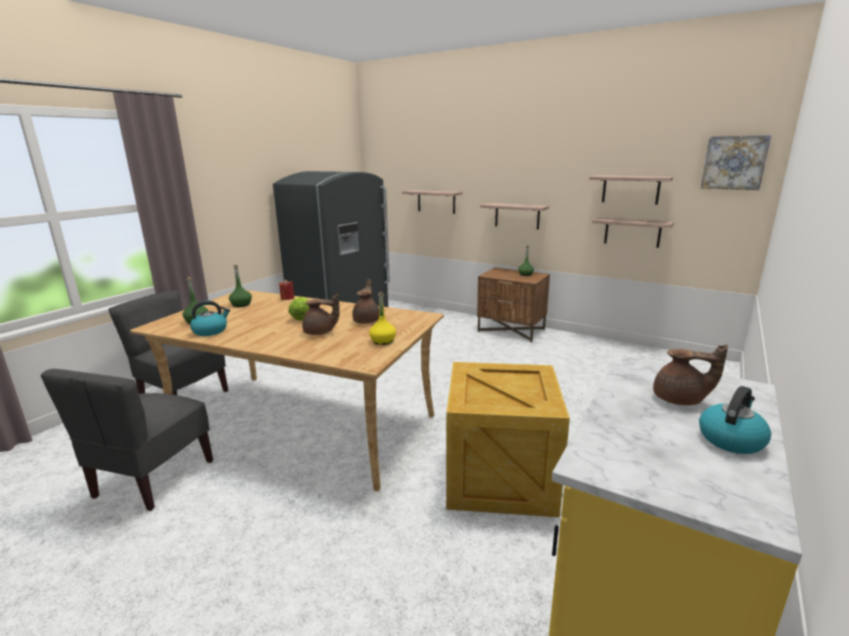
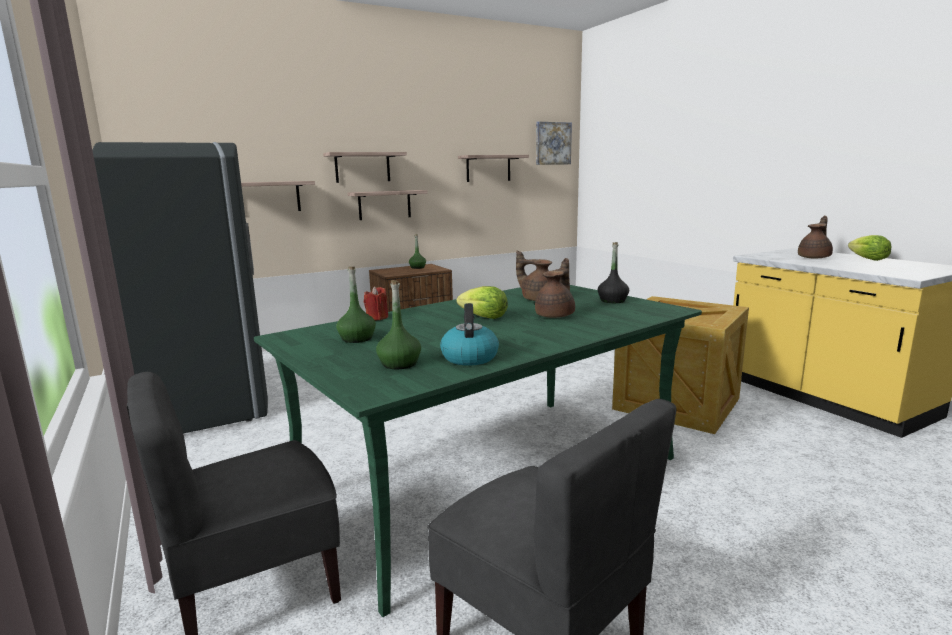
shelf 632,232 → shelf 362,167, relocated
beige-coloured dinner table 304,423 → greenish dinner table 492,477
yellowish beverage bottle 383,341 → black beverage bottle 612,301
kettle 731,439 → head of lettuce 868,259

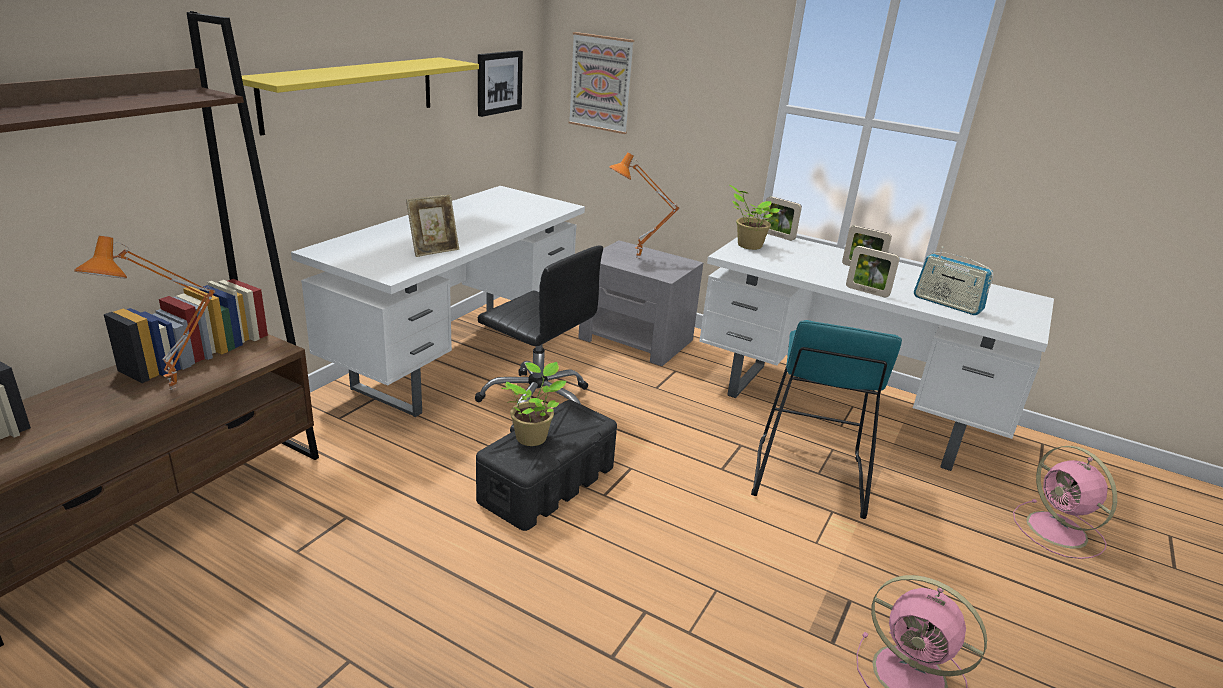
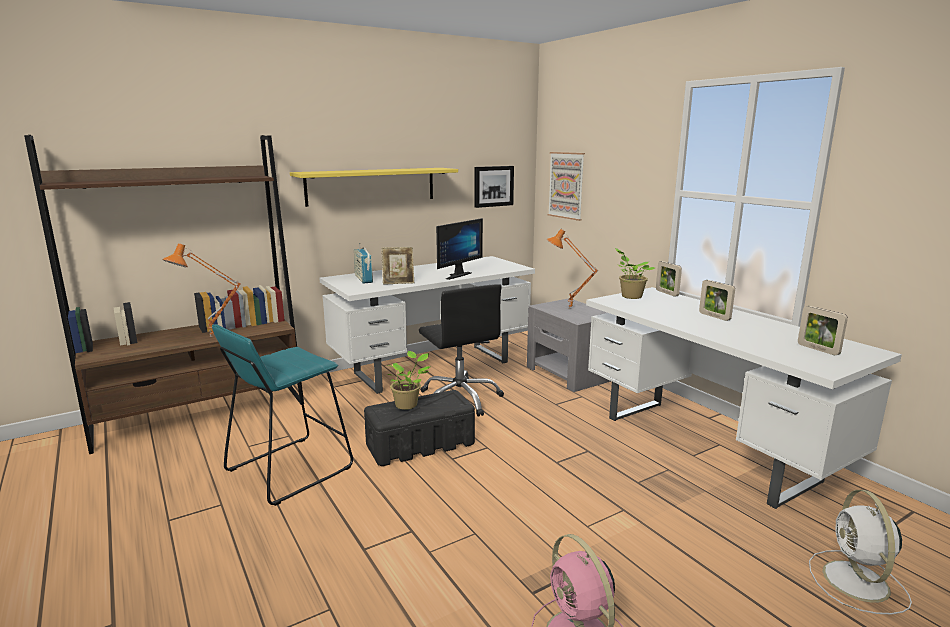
photo frame 867,291 → photo frame 818,349, relocated
radio 947,304 → radio 363,279, relocated
turquoise-coloured stool 807,476 → turquoise-coloured stool 289,469, relocated
pinkish cooling fan 1059,531 → whitish cooling fan 857,583
- → computer display 455,275

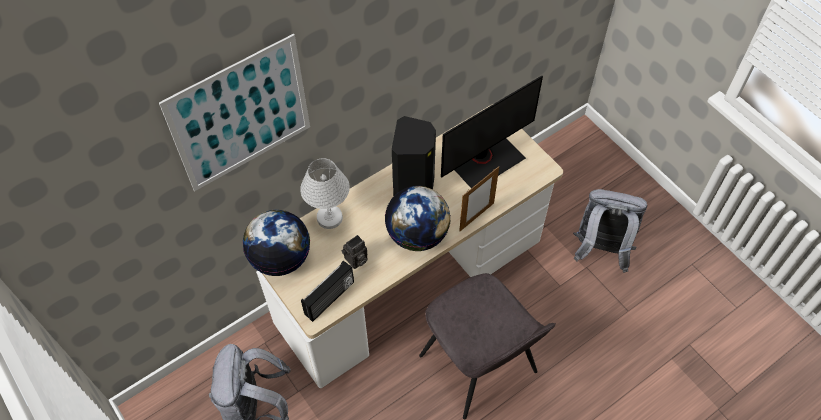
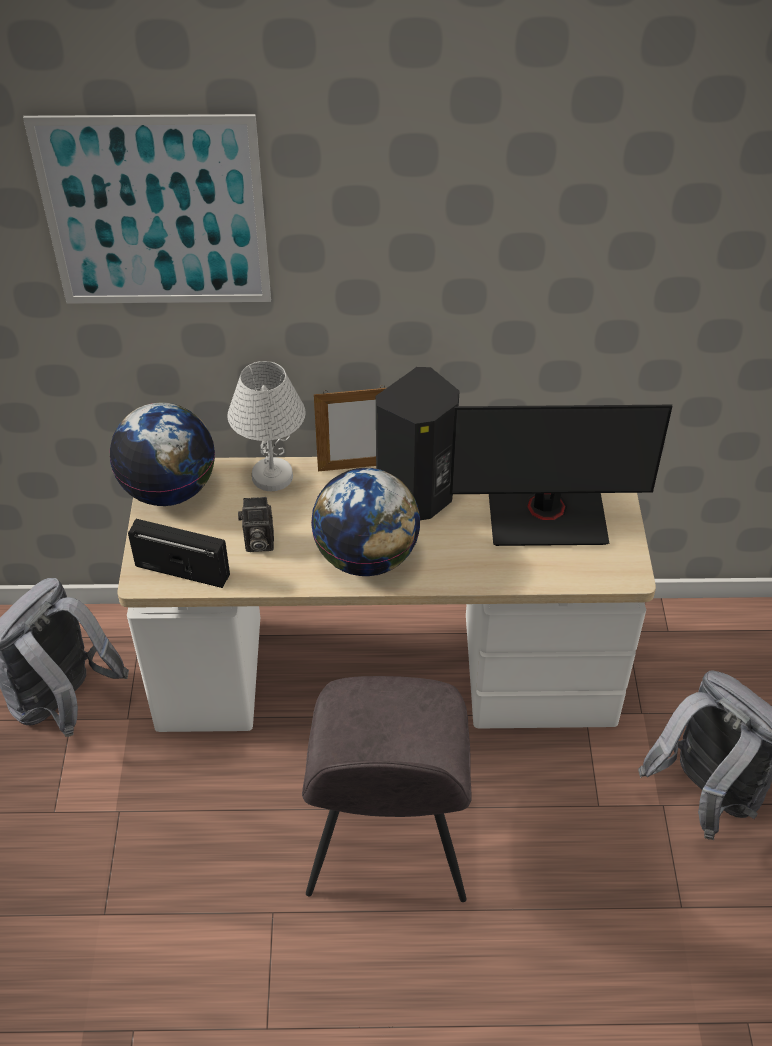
photo frame 476,217 → photo frame 356,467, relocated
radio 330,299 → radio 183,569, 150 degrees counterclockwise

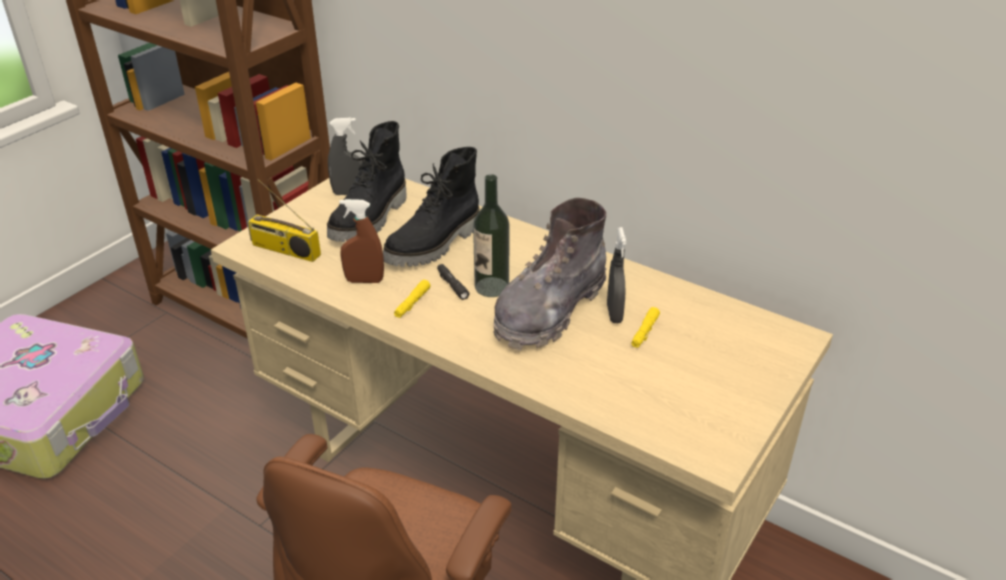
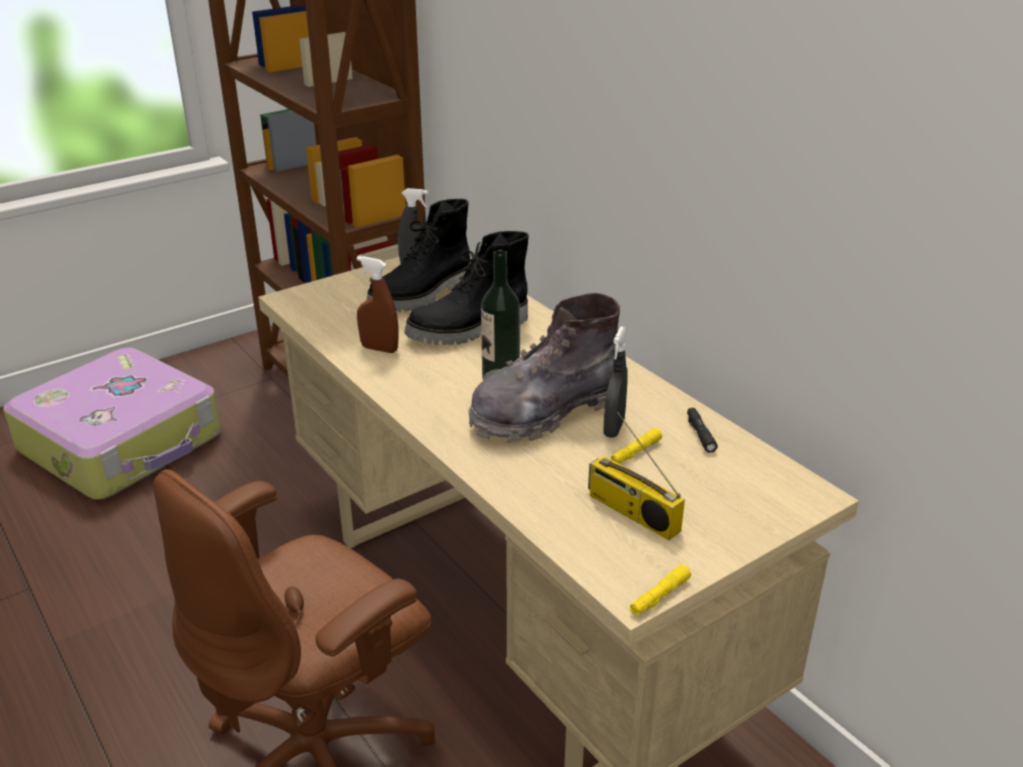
radio 284,250 → radio 631,512, relocated
black flashlight 452,285 → black flashlight 700,434, relocated
yellowish flashlight 412,303 → yellowish flashlight 659,596, relocated

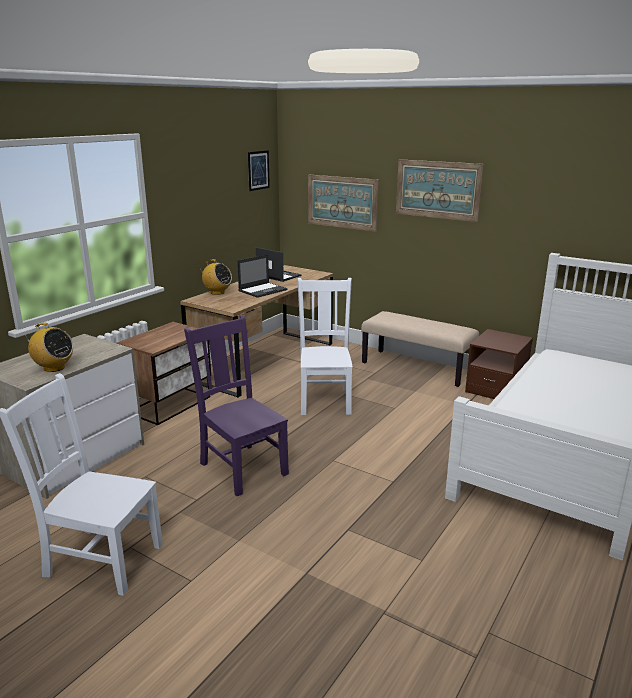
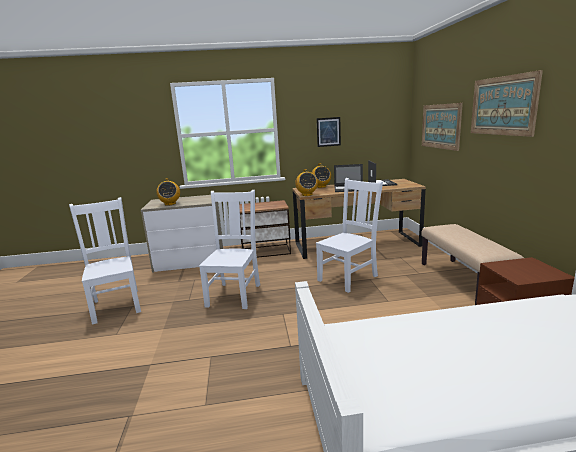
wall art 258,170 → wall art 328,132, relocated
purple-coloured upright chair 242,467 → whitish upright chair 235,294
- → radio 307,194

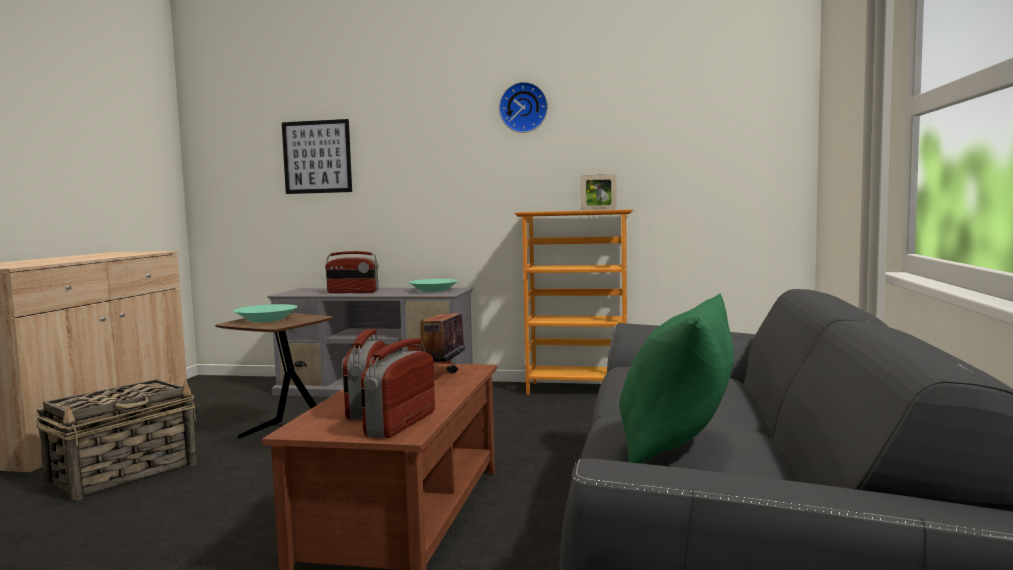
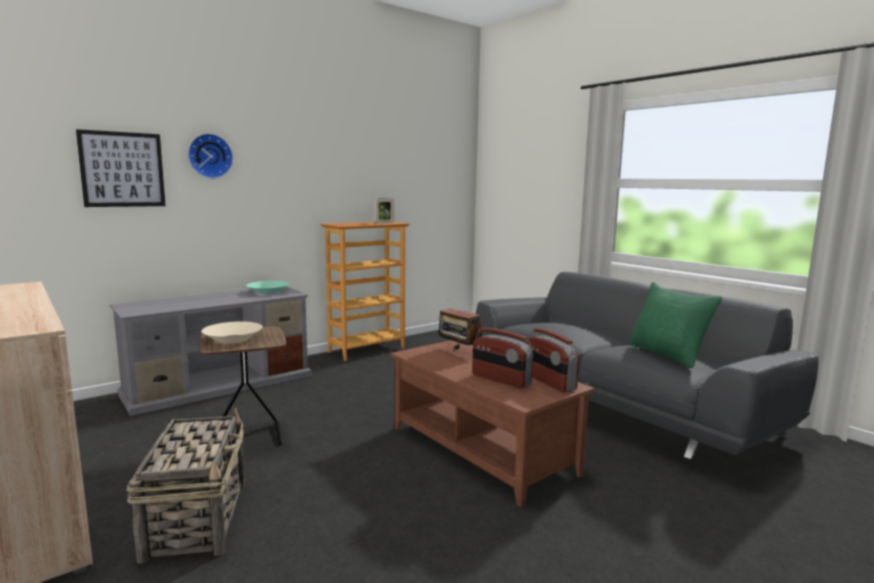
clock on the wall 523,107 → clock on the wall 209,156, relocated
radio 352,292 → -
turquoise-coloured bowl 266,319 → beige-coloured bowl 233,338

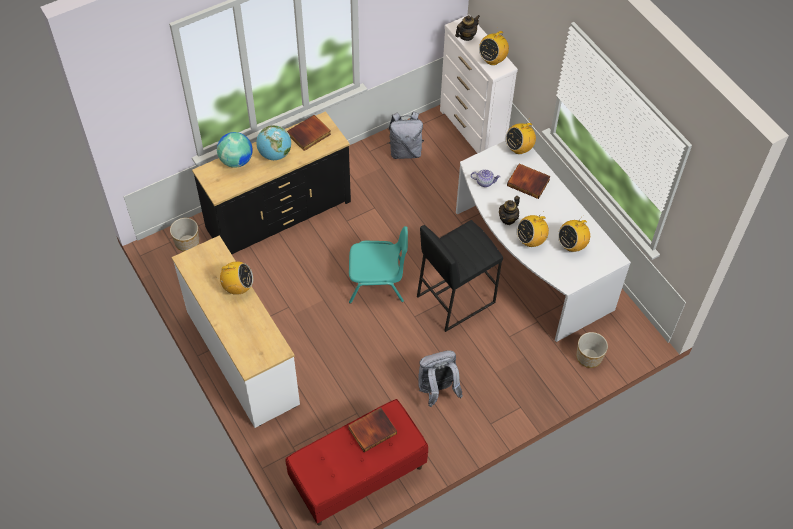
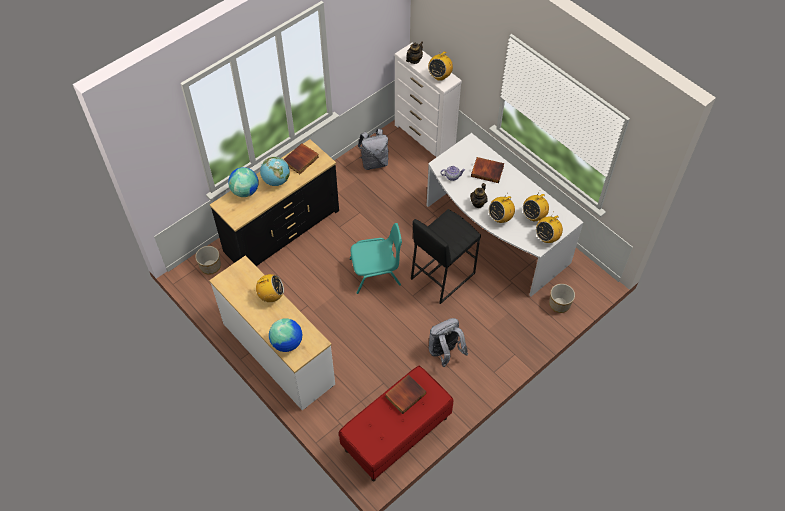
radio 519,148 → radio 547,237, relocated
- → desk globe 287,343

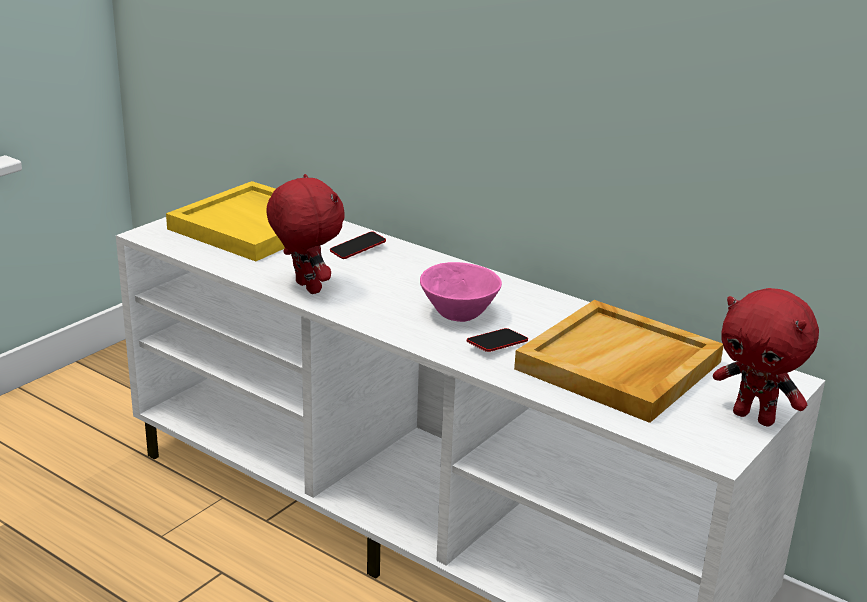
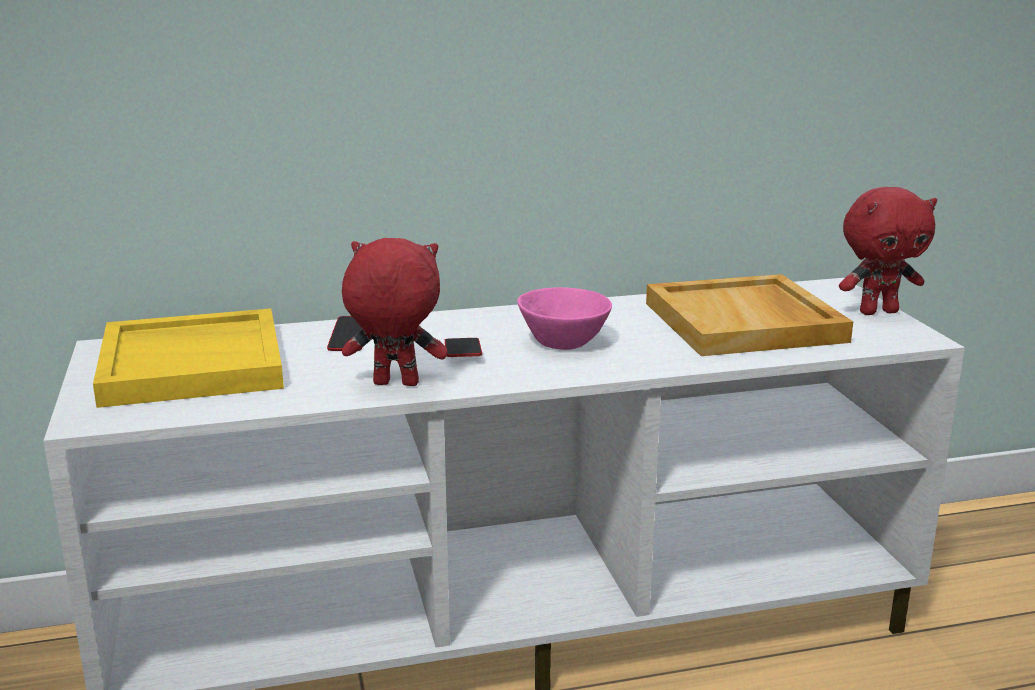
phone 497,344 → phone 462,352, relocated

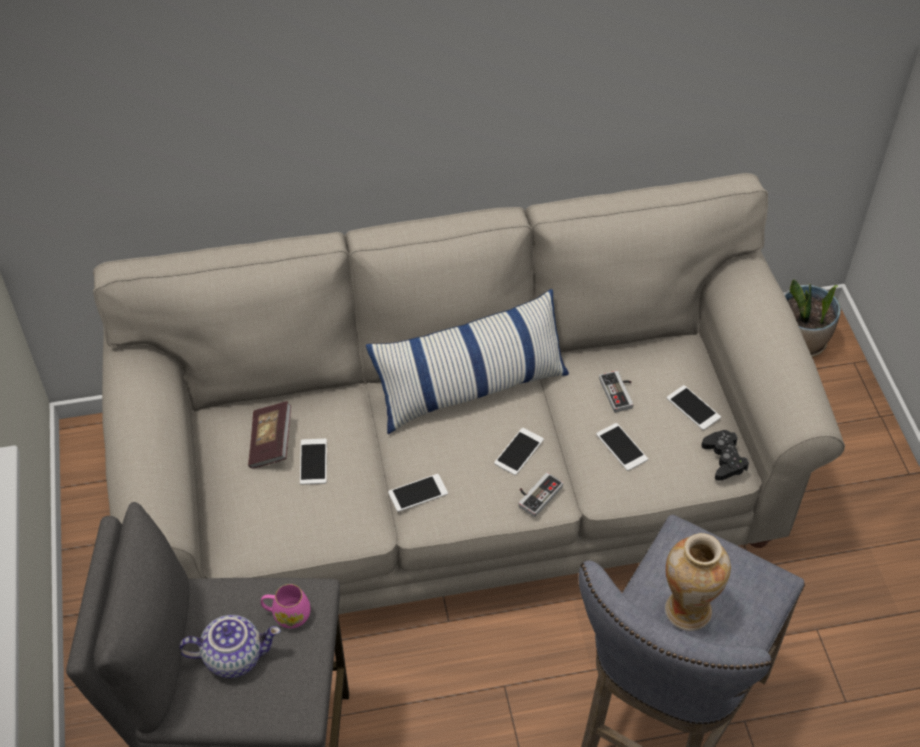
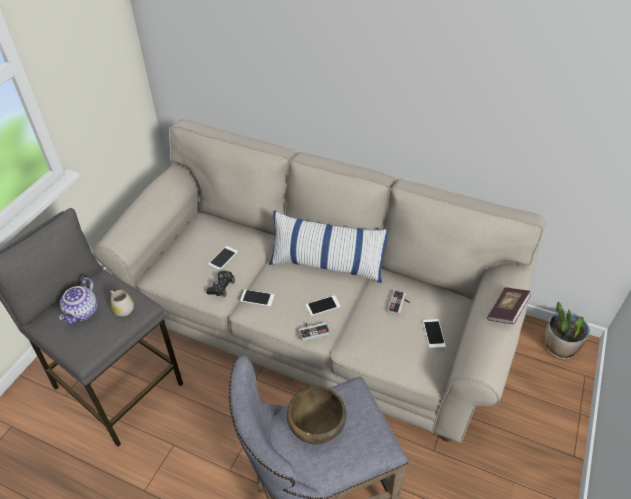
volume 271,443 → volume 506,311, relocated
phone 621,447 → -
black gamepad 724,459 → black gamepad 221,286, relocated
vase 687,610 → brown bowl 315,430
pinkish coffee mug 287,614 → whitish coffee mug 122,308
pot for tea 234,655 → pot for tea 83,312, 75 degrees clockwise

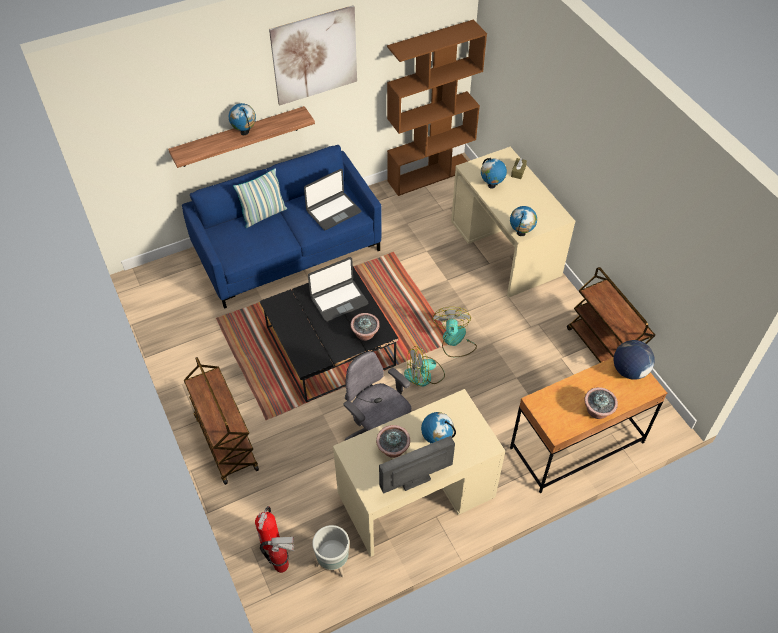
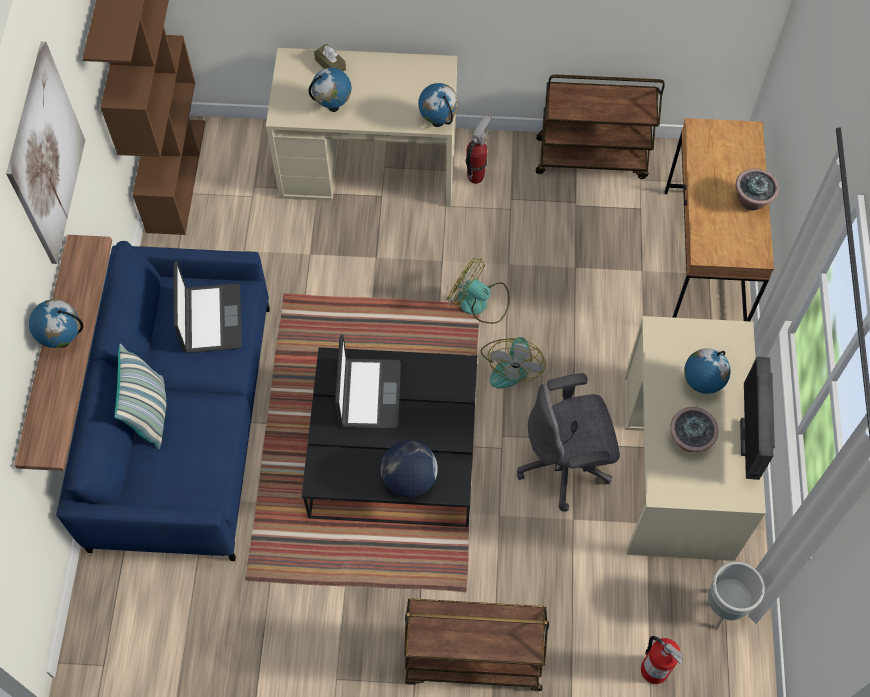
plant in a pot 365,334 → -
desk globe 629,370 → desk globe 409,479, relocated
fire extinguisher 282,566 → fire extinguisher 476,177, relocated

